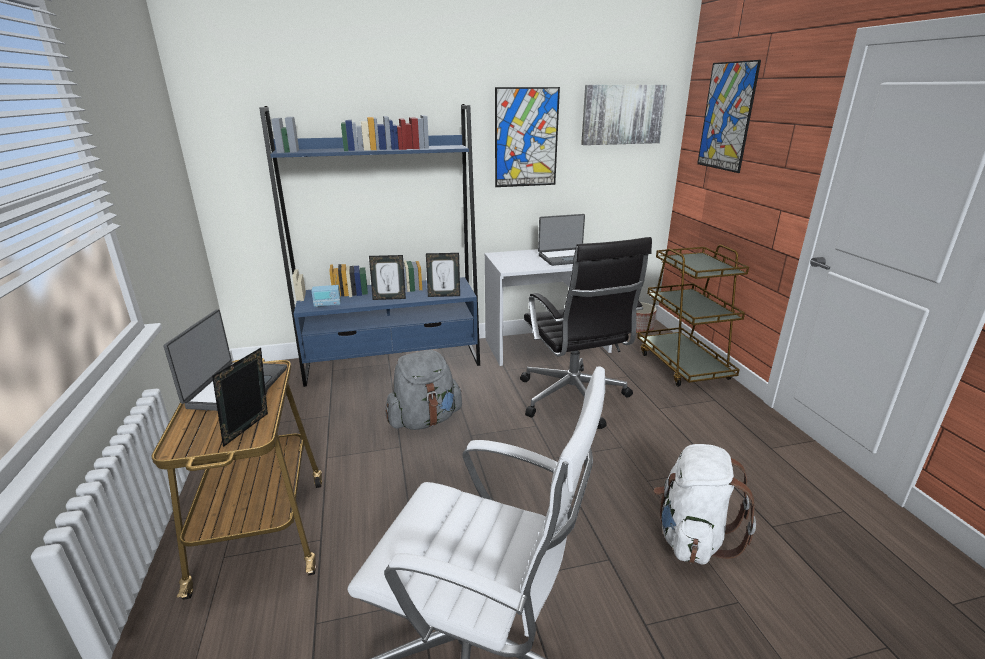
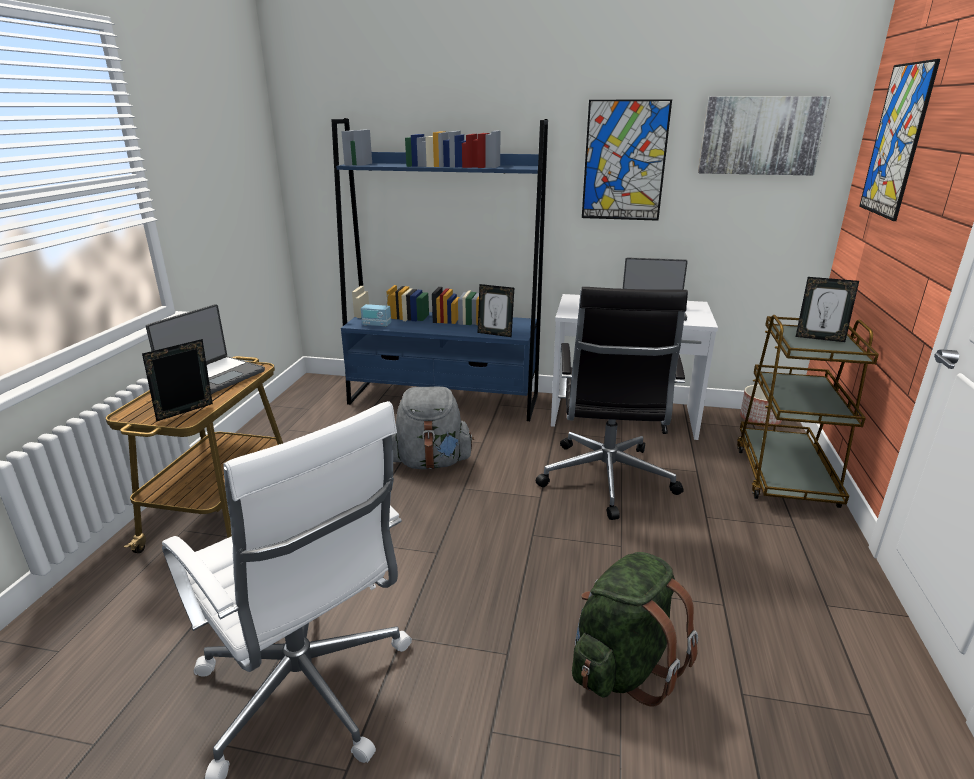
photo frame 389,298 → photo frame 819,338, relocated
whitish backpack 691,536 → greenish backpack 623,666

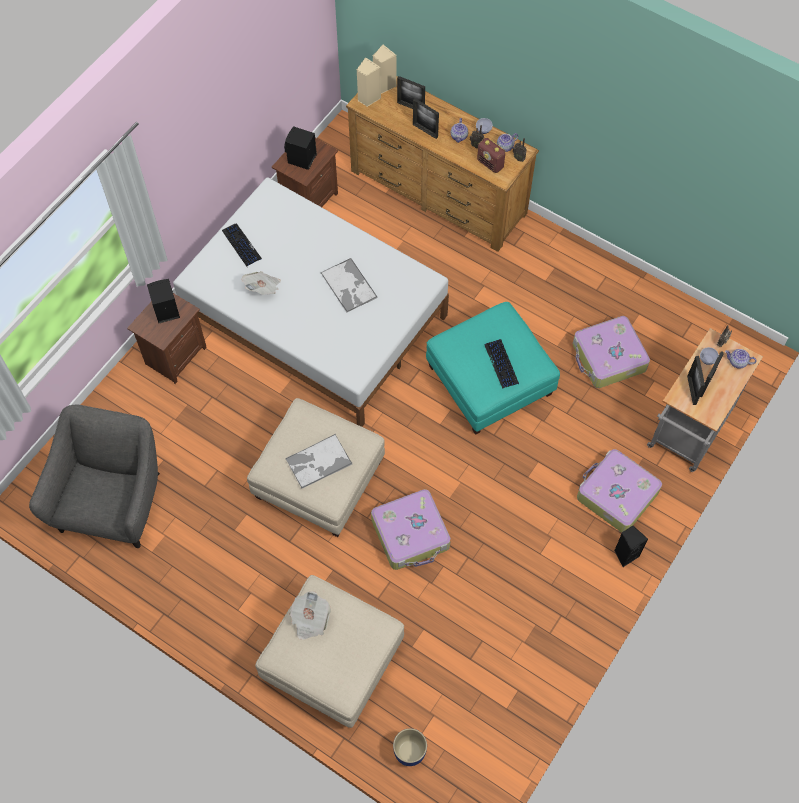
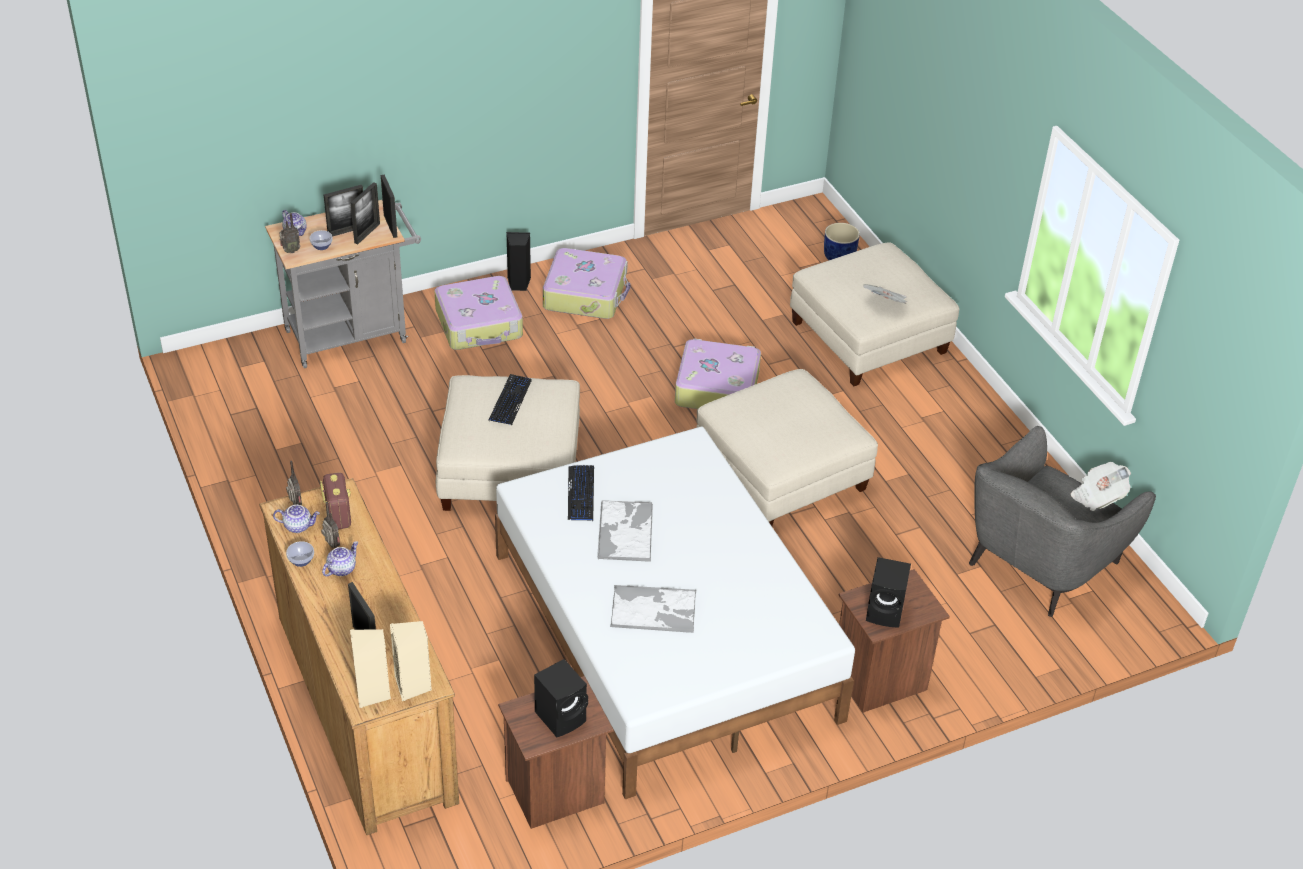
photo frame 425,131 → photo frame 390,226, relocated
PC keyboard 241,245 → PC keyboard 581,494, relocated
daily paper 263,288 → daily paper 1098,496, relocated
turquoise-coloured footrest 490,380 → beige-coloured footrest 509,470
travel case 608,358 → travel case 586,294, relocated
tray 318,462 → tray 654,610, relocated

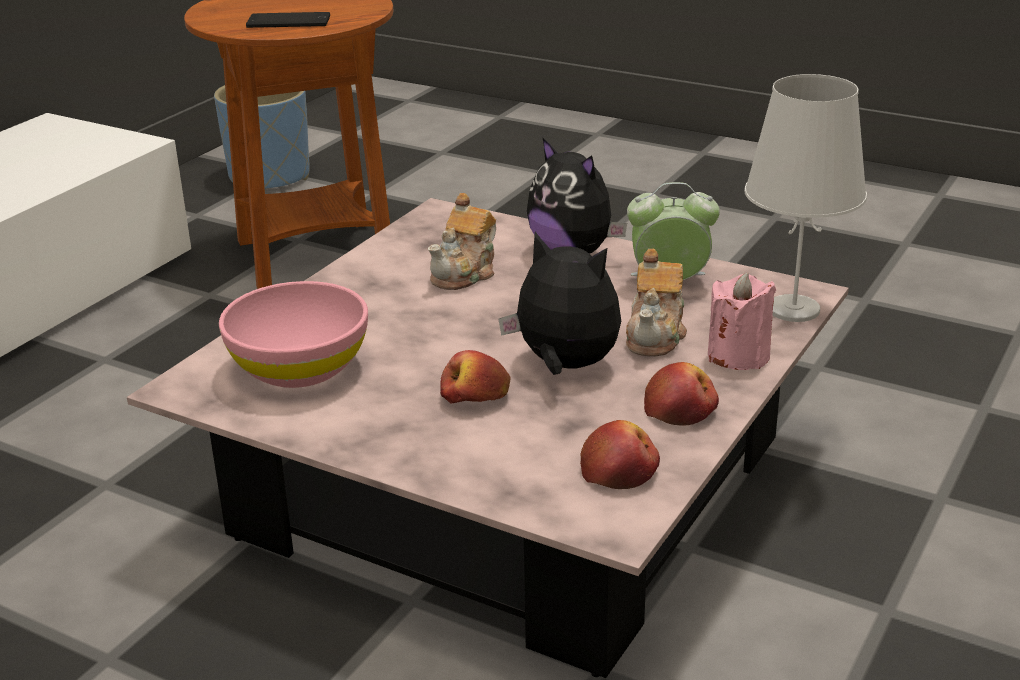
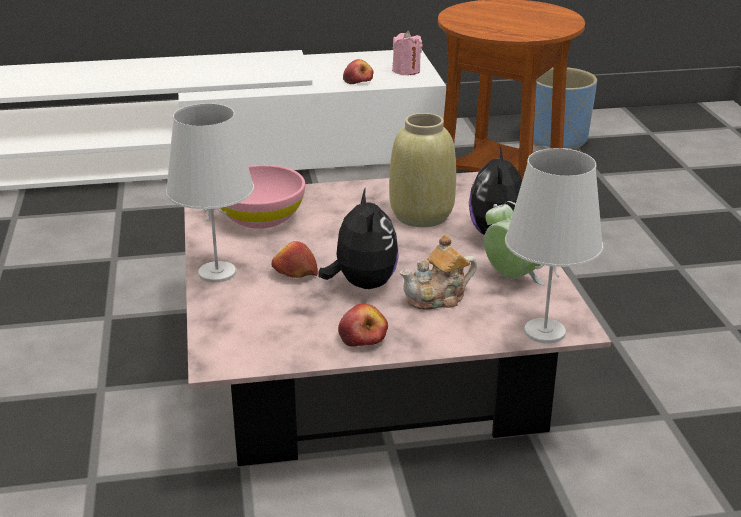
phone 288,21 → -
pot for tea 465,274 → beige-coloured vase 422,216
pinkish wax candle 738,355 → pinkish wax candle 406,71, relocated
apple fruit 620,471 → apple fruit 358,81, relocated
- → whitish tabletop lamp 217,272

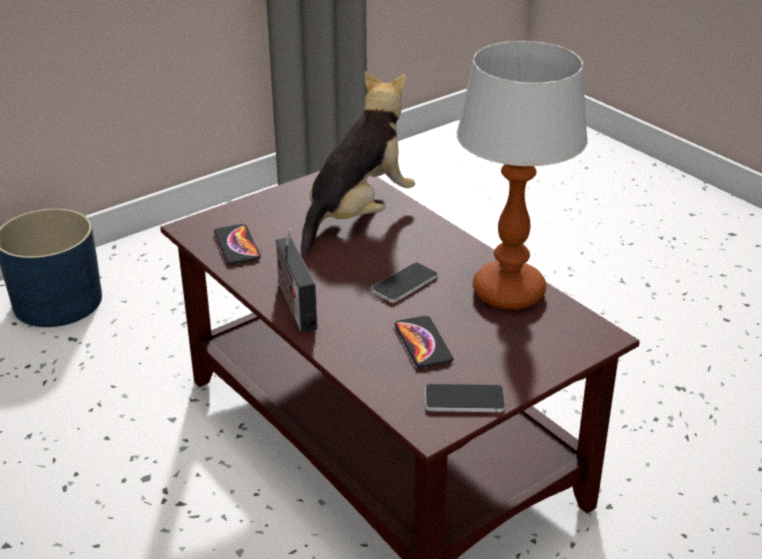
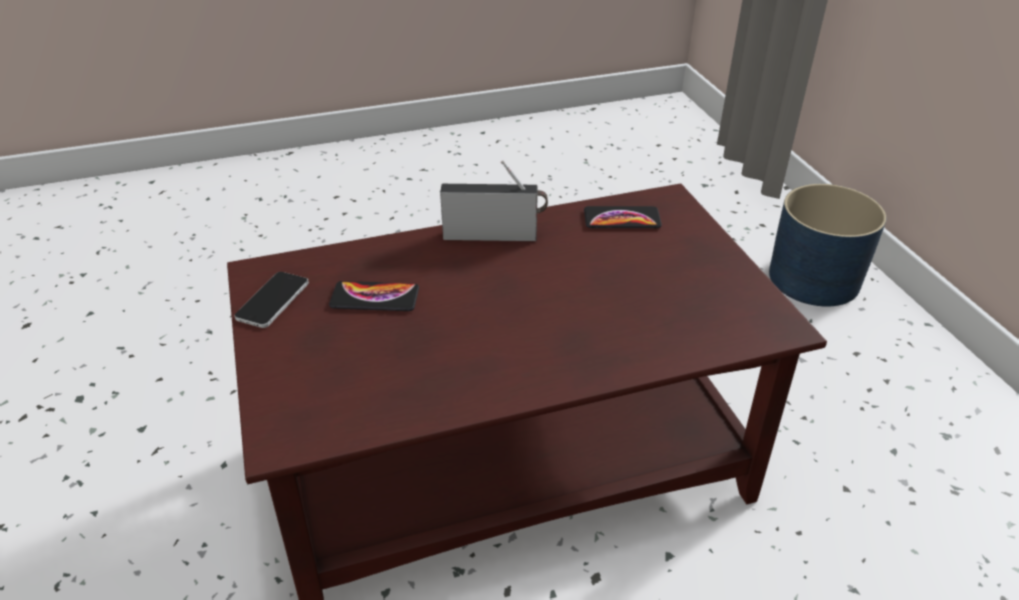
tabletop lamp 509,291 → -
cuddly toy 358,214 → -
phone 405,283 → -

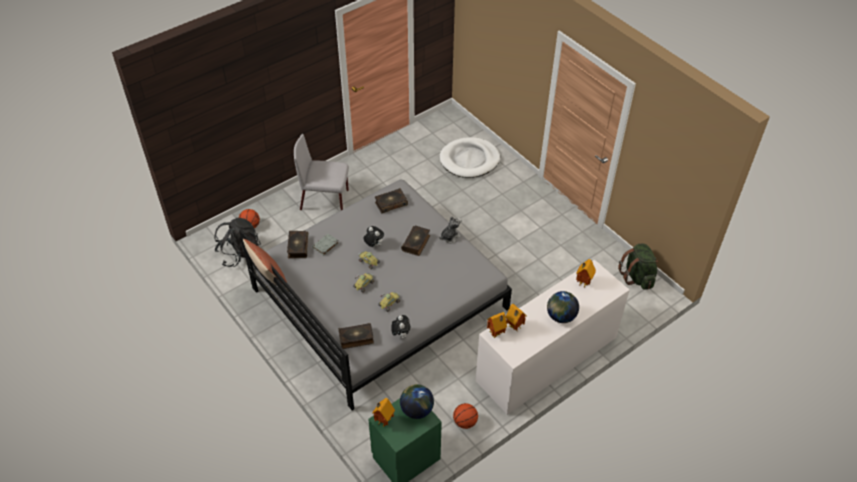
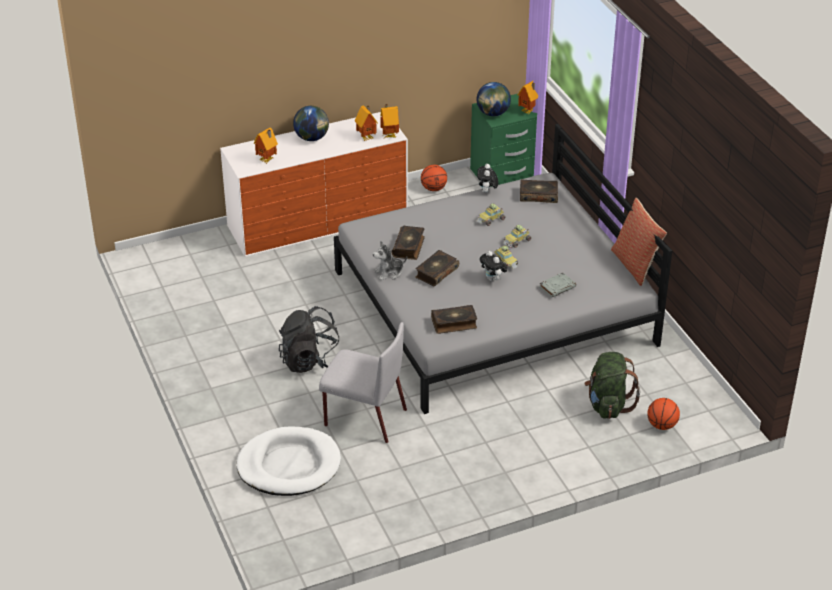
gray upright chair 325,200 → gray upright chair 364,417, relocated
black backpack 239,253 → black backpack 311,361, relocated
volume 297,247 → volume 409,247, relocated
greenish backpack 637,277 → greenish backpack 608,405, relocated

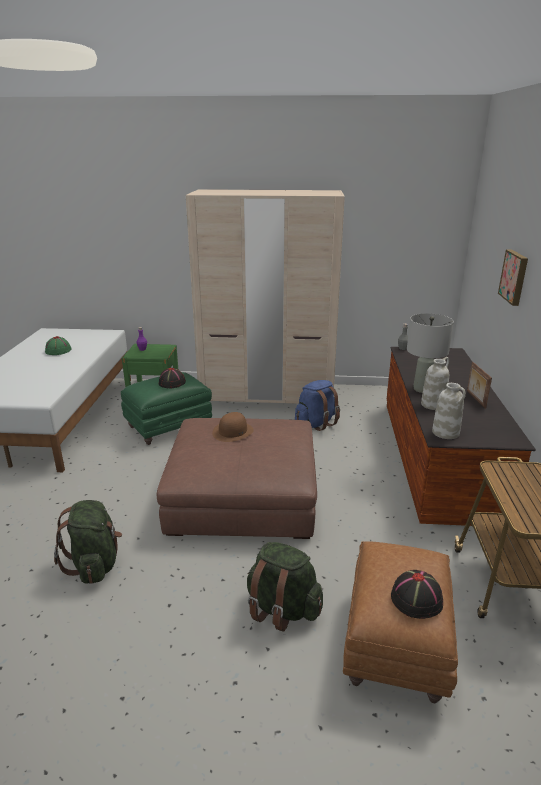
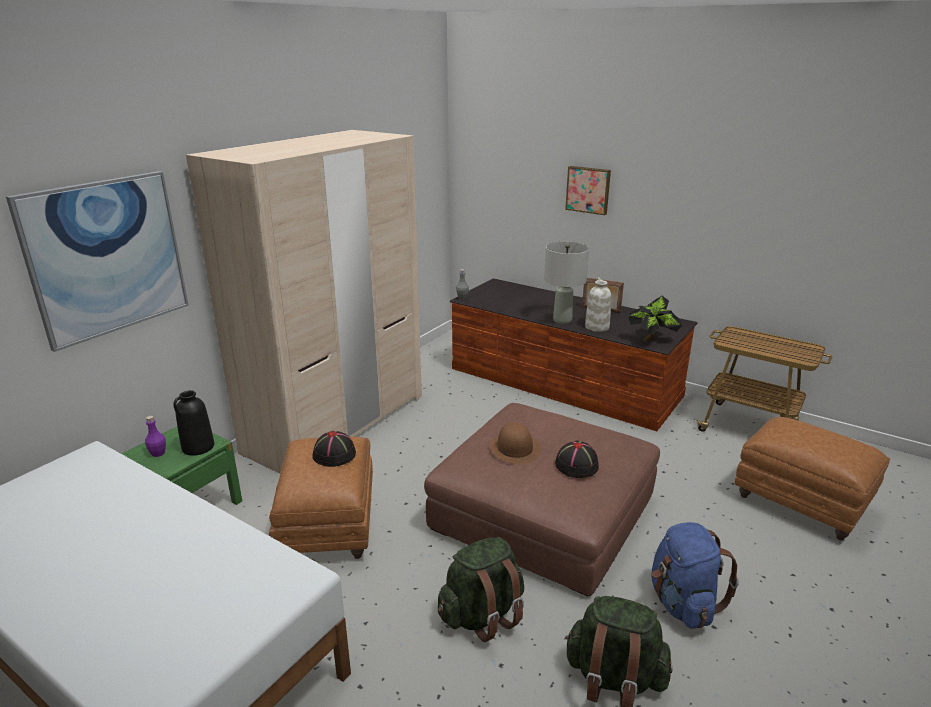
greenish clothing hat 58,351 → -
greenish footrest 169,426 → brown footrest 328,525
bluish backpack 316,423 → bluish backpack 682,603, relocated
whitish vase 446,433 → plant in a pot 652,340
greenish backpack 282,609 → greenish backpack 482,615, relocated
black clothing hat 417,599 → black clothing hat 577,465, relocated
- → wall art 107,257
- → black vase 198,447

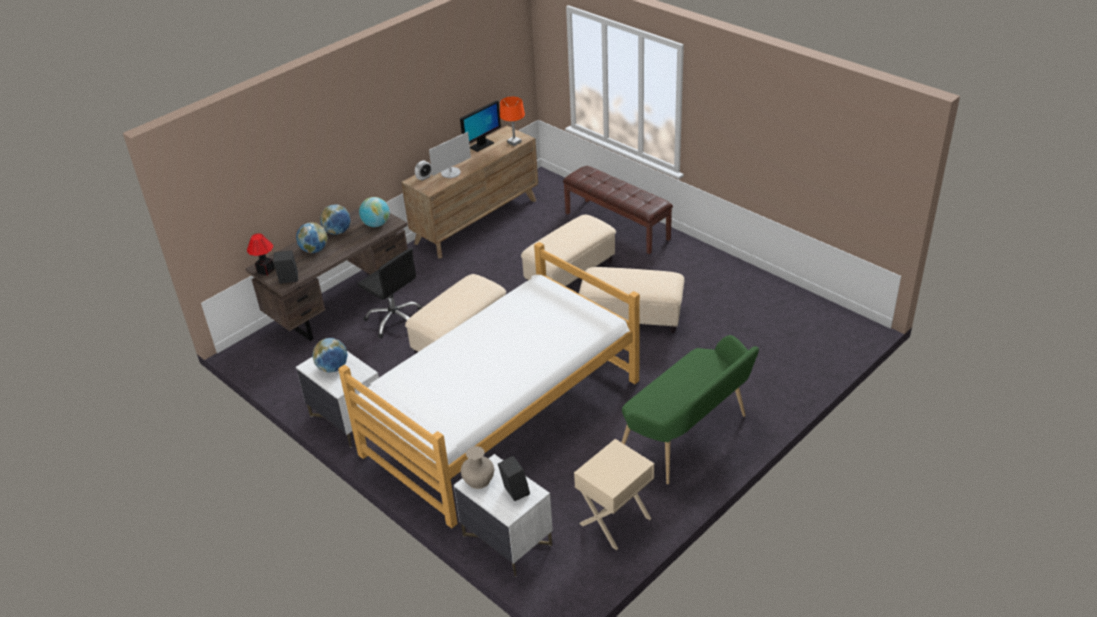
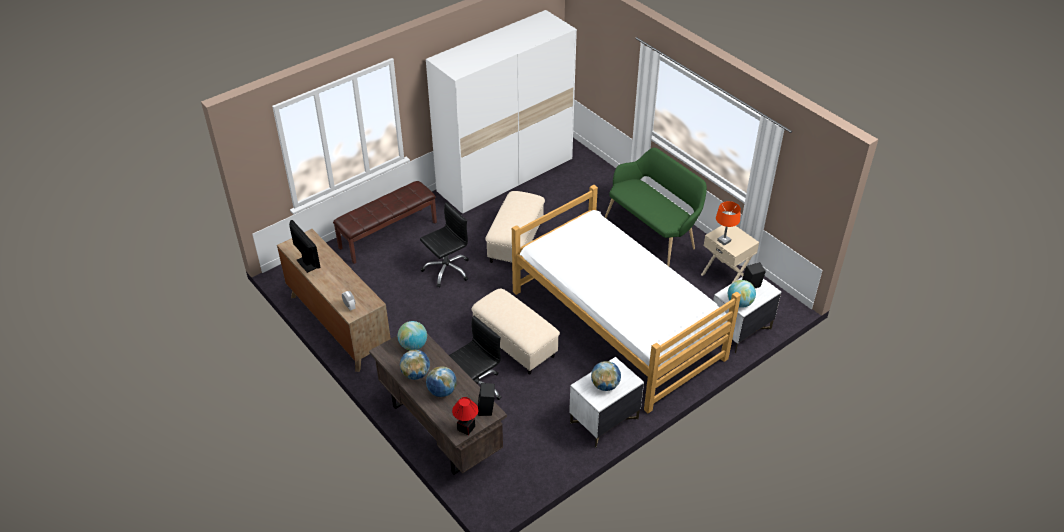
orange-coloured tabletop lamp 514,142 → orange-coloured tabletop lamp 724,241, relocated
computer display 451,173 → -
beige-coloured footrest 570,273 → black computer chair 446,270
beige-coloured vase 478,480 → desk globe 739,303
- → whitish armoire 505,175

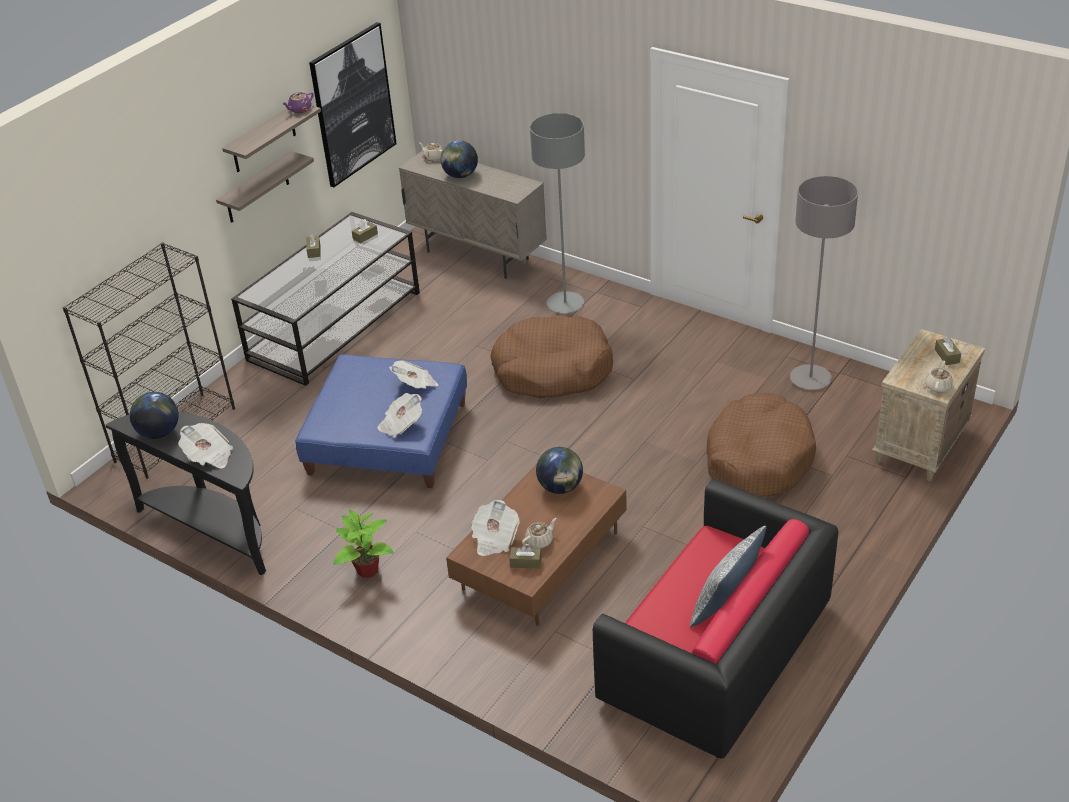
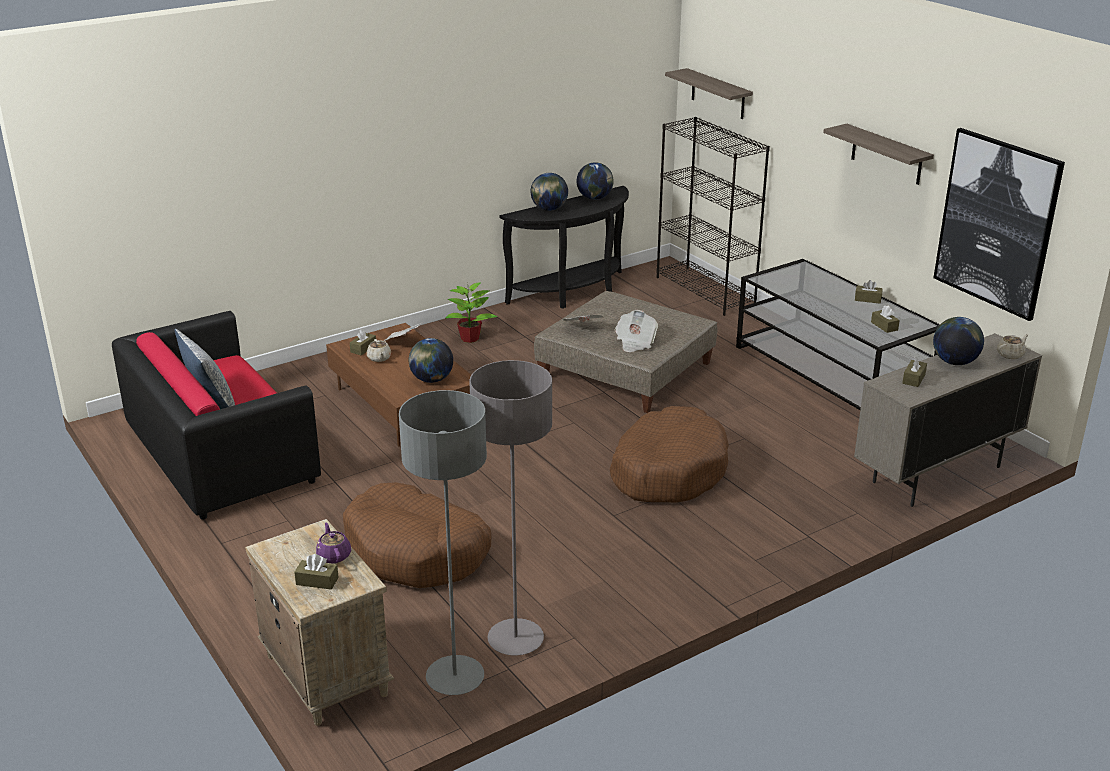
purple-coloured pot for tea 300,110 → purple-coloured pot for tea 334,555, relocated
gray standard lamp 565,304 → gray standard lamp 455,677, relocated
shelf 257,188 → shelf 718,94, relocated
bluish footrest 388,438 → beige-coloured footrest 625,370
beige-coloured pot for tea 938,386 → -
daily paper 209,456 → desk globe 549,209
- → brown tissue box 913,379

